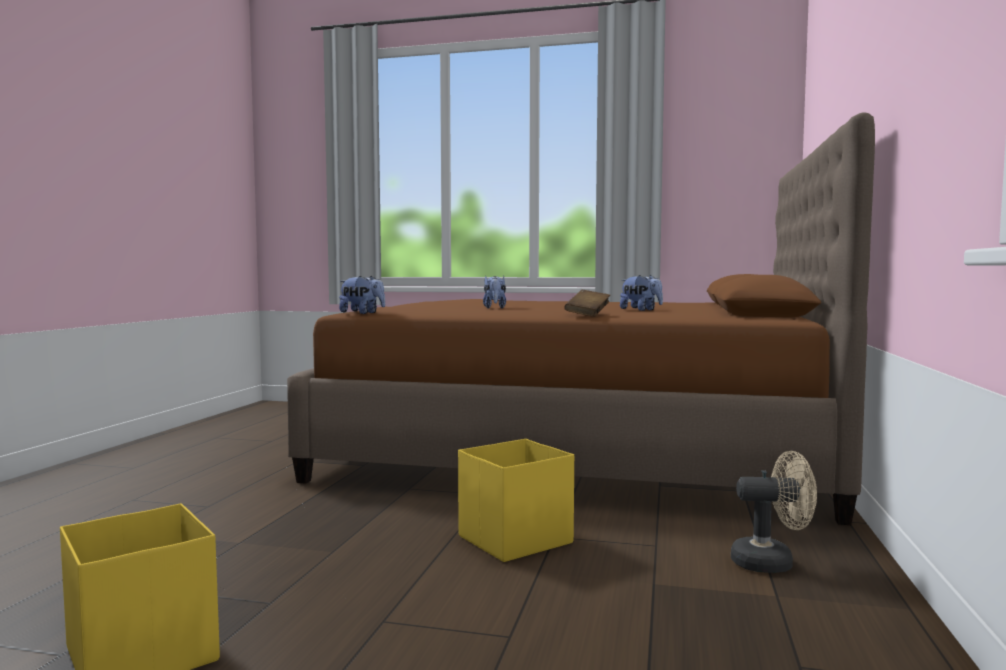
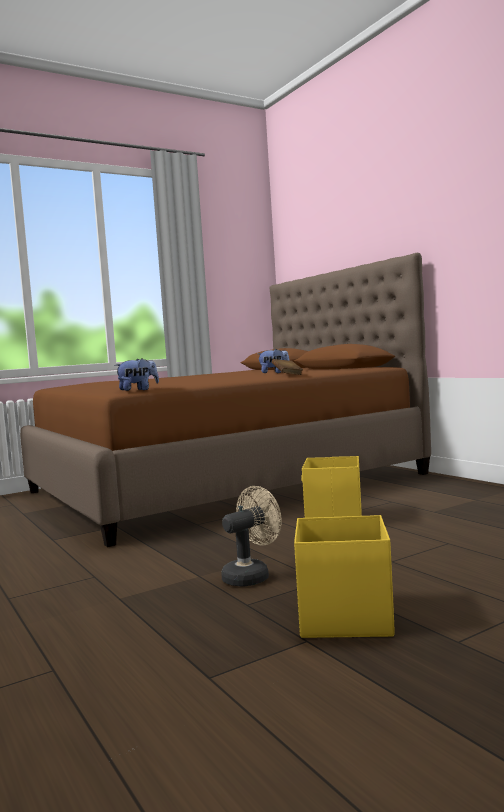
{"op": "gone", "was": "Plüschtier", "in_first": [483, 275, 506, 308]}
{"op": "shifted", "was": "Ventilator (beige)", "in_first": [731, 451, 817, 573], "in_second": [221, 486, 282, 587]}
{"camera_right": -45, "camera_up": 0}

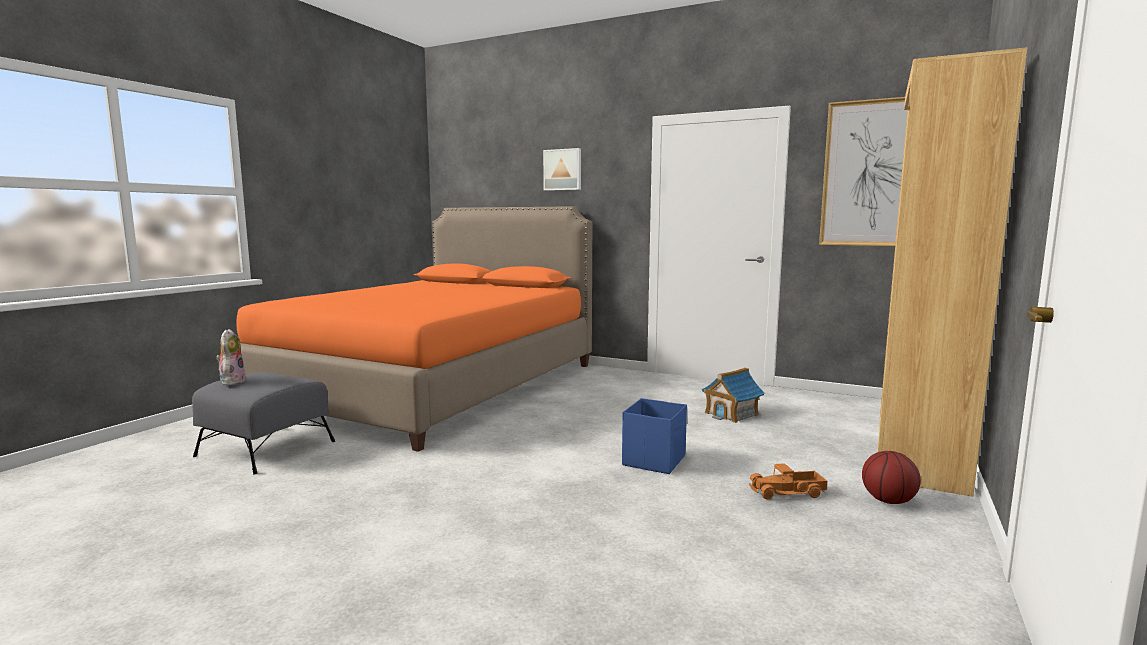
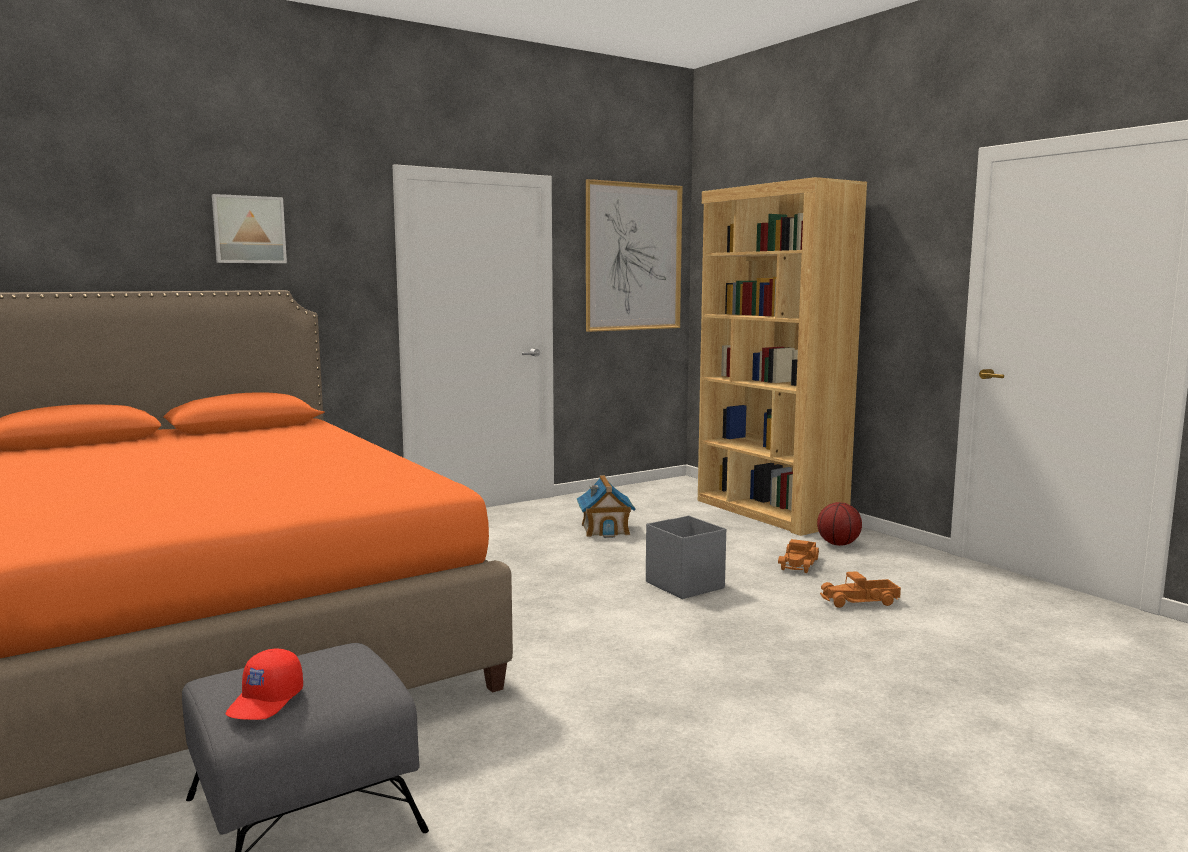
{"op": "swapped", "was": "Plüschtier", "now": "Kappe (rot)", "in_first": [216, 329, 246, 385], "in_second": [225, 649, 303, 720]}
{"op": "repainted", "was": "Aufbewahrungsbox (blau)", "now": "Aufbewahrungsbox (grau)", "in_first": [622, 398, 687, 474], "in_second": [646, 516, 726, 599]}
{"op": "new", "now": "Spielzeuglaster", "in_second": [820, 571, 901, 608]}
{"camera_right": -60, "camera_up": 0}

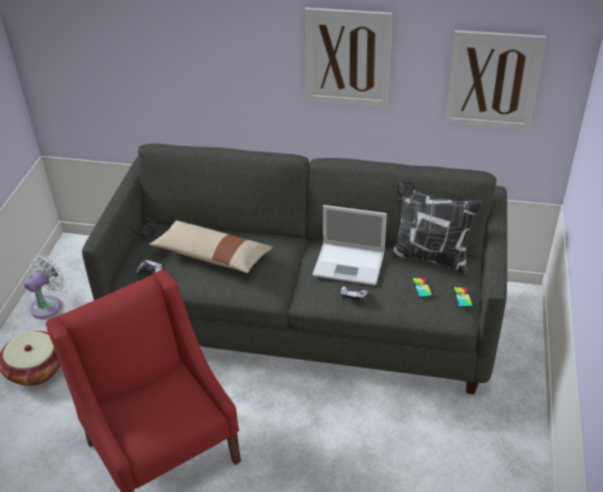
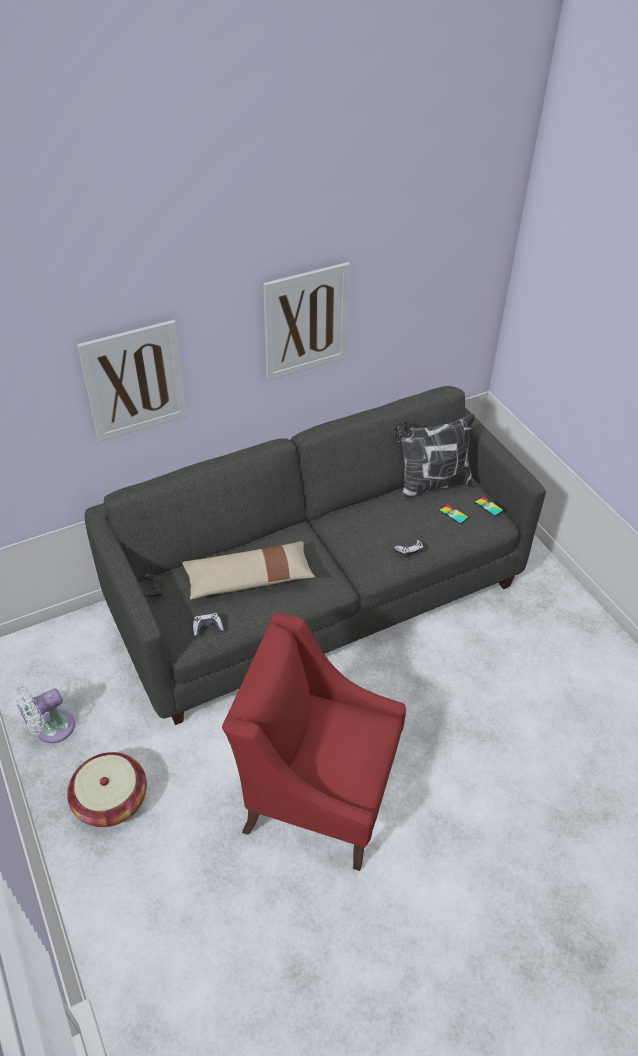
{"op": "rotated", "was": "Ventilator (weiß)", "in_first": [24, 255, 65, 319], "in_second": [13, 685, 75, 743], "clockwise": -120}
{"op": "gone", "was": "Laptop", "in_first": [312, 205, 387, 286]}
{"op": "shifted", "was": "Bild", "in_first": [445, 30, 546, 130], "in_second": [77, 320, 187, 442]}
{"camera_right": -40, "camera_up": 5}

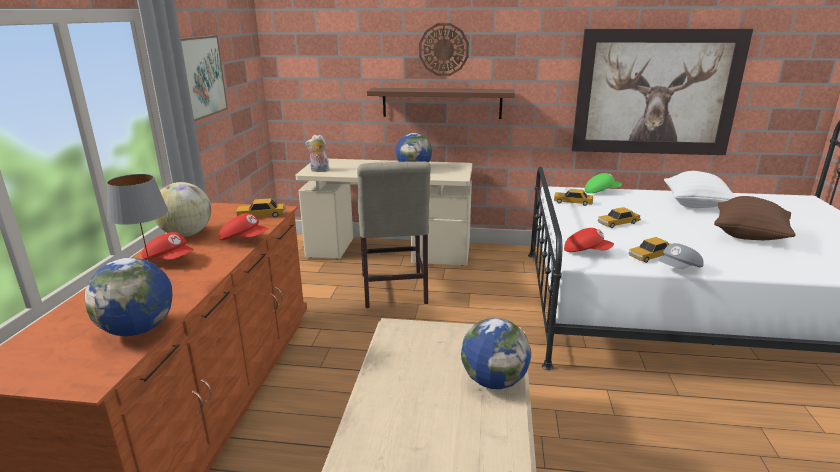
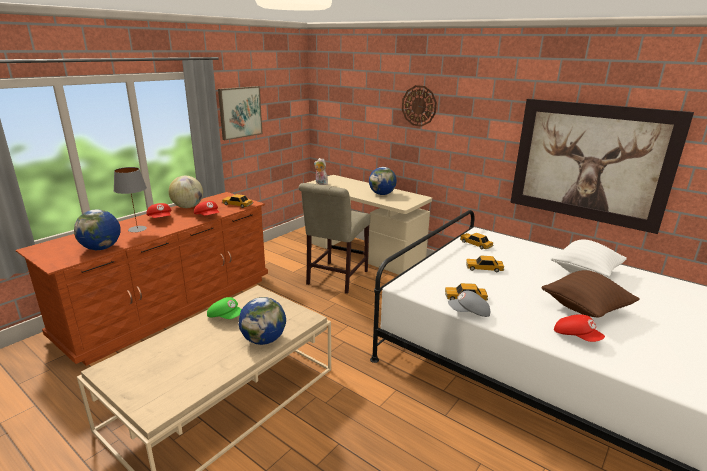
{"op": "gone", "was": "Wandregal (braun)", "in_first": [367, 88, 515, 119]}
{"op": "shifted", "was": "Kappe (rot)", "in_first": [564, 228, 614, 252], "in_second": [554, 314, 605, 342]}
{"op": "shifted", "was": "Kappe (grün)", "in_first": [585, 173, 622, 193], "in_second": [207, 297, 242, 319]}
{"camera_right": 30, "camera_up": 0}

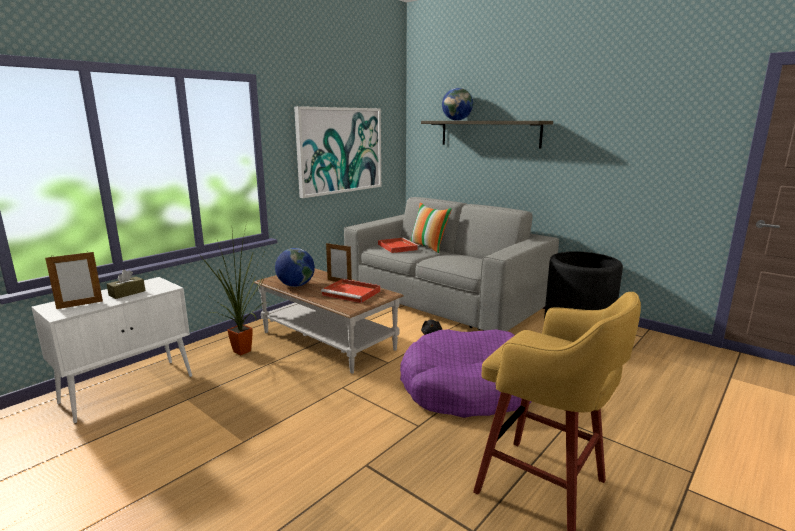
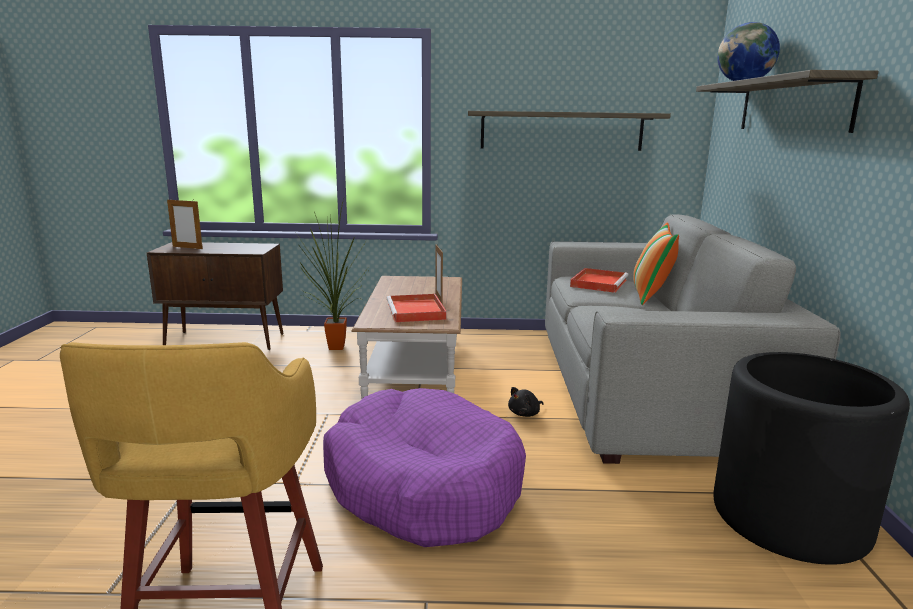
{"op": "repainted", "was": "Schrank (weiß)", "now": "Schrank (braun)", "in_first": [31, 277, 192, 424], "in_second": [147, 242, 284, 350]}
{"op": "gone", "was": "Taschentuchbox (braun)", "in_first": [107, 270, 145, 299]}
{"op": "gone", "was": "Globus", "in_first": [275, 248, 315, 287]}
{"op": "swapped", "was": "Bild", "now": "Wandregal", "in_first": [294, 106, 381, 198], "in_second": [468, 111, 671, 151]}
{"camera_right": 50, "camera_up": 0}

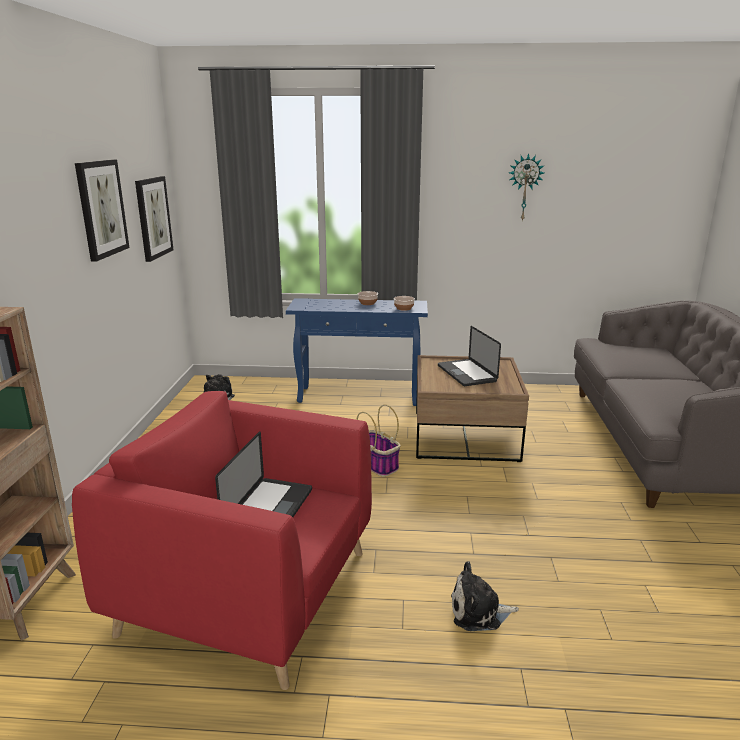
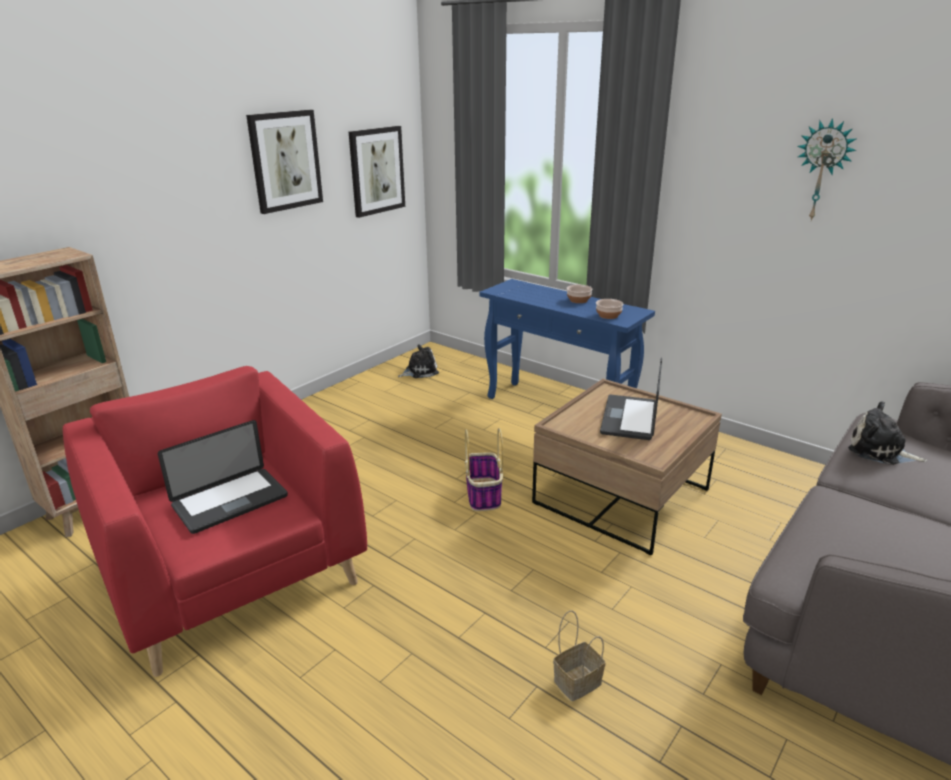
{"op": "shifted", "was": "Plüschtier", "in_first": [451, 561, 519, 631], "in_second": [848, 402, 927, 465]}
{"op": "new", "now": "Korb", "in_second": [553, 610, 606, 701]}
{"camera_right": 35, "camera_up": 5}

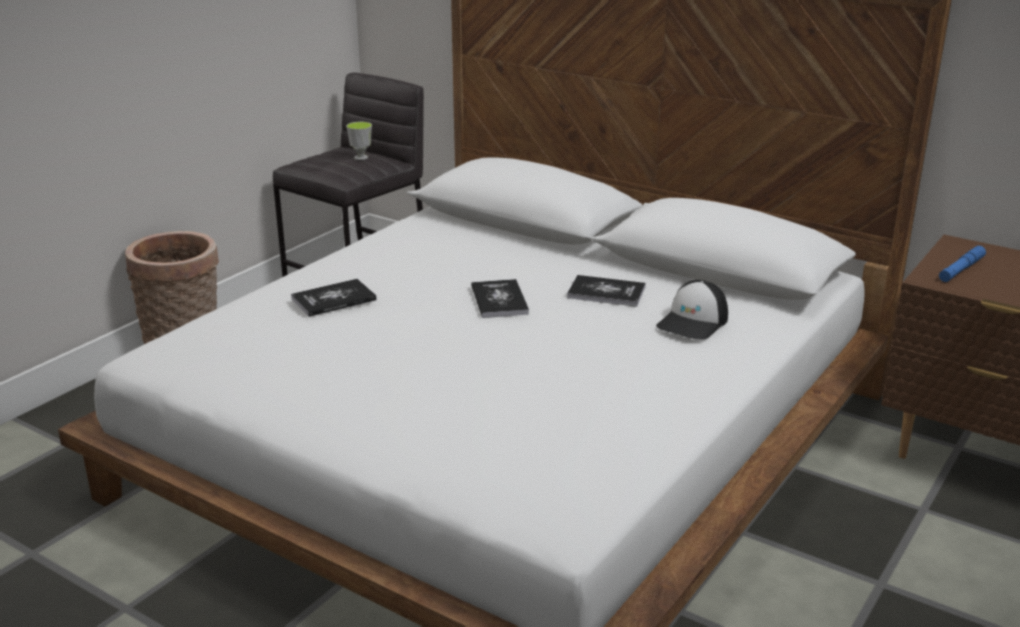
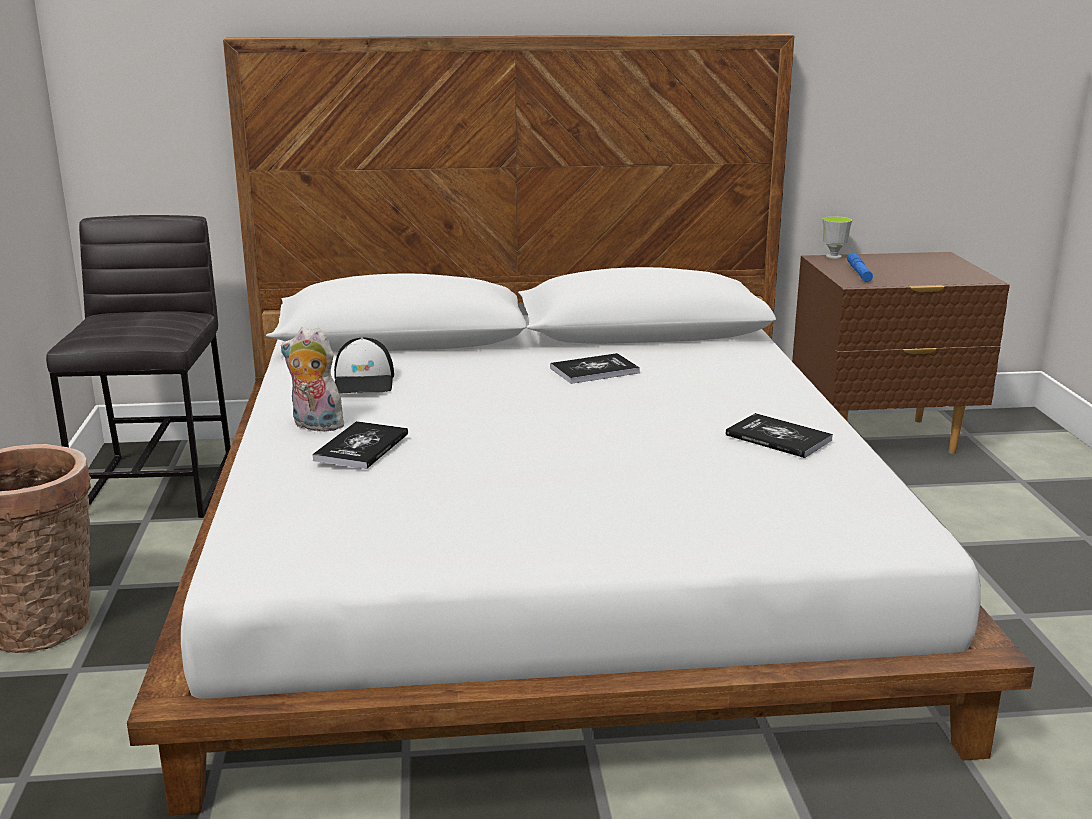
{"op": "shifted", "was": "Tasse", "in_first": [346, 122, 372, 160], "in_second": [822, 216, 852, 259]}
{"op": "shifted", "was": "Buch", "in_first": [471, 279, 529, 318], "in_second": [726, 413, 833, 458]}
{"op": "shifted", "was": "Kappe", "in_first": [656, 280, 728, 340], "in_second": [334, 338, 394, 393]}
{"op": "new", "now": "Plüschtier", "in_second": [281, 327, 347, 432]}
{"camera_right": -40, "camera_up": -5}

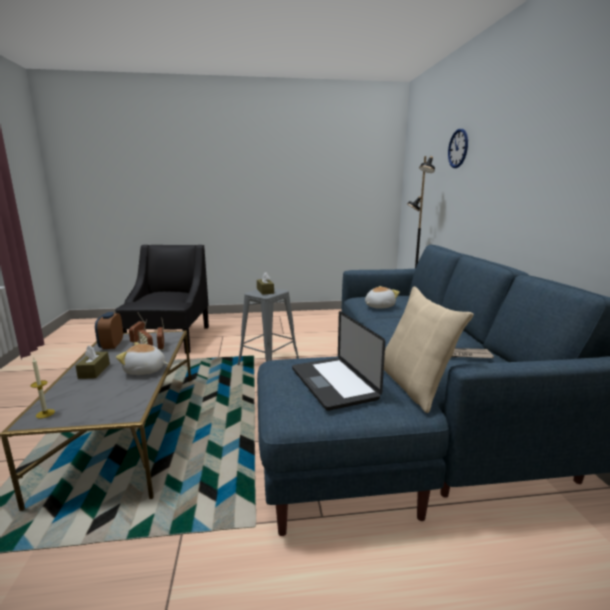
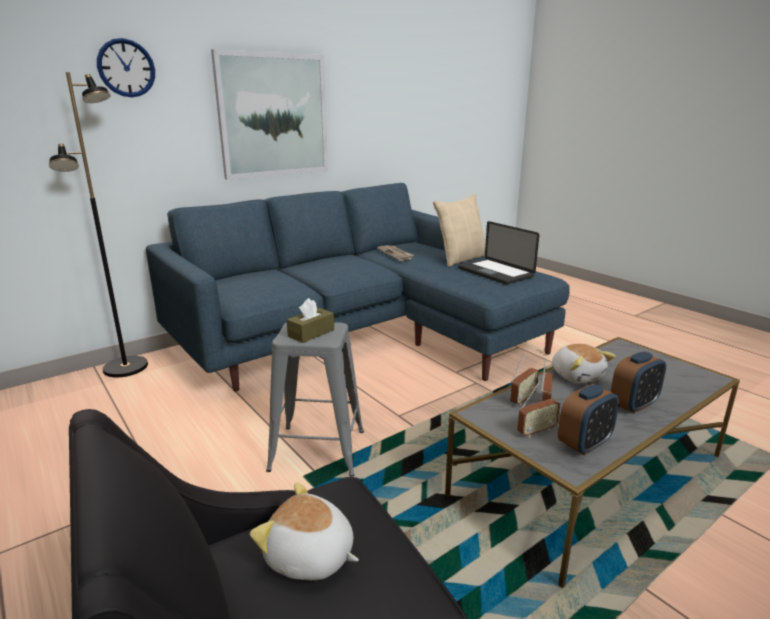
{"op": "gone", "was": "Kerze", "in_first": [31, 357, 55, 419]}
{"op": "swapped", "was": "Taschentuchbox (braun)", "now": "Wecker", "in_first": [76, 345, 110, 379], "in_second": [611, 351, 666, 413]}
{"op": "rotated", "was": "Laptop", "in_first": [292, 311, 385, 411], "in_second": [458, 221, 539, 284], "clockwise": 105}
{"op": "shifted", "was": "Plüschtier", "in_first": [365, 286, 400, 309], "in_second": [250, 482, 359, 580]}
{"op": "new", "now": "Bild", "in_second": [211, 49, 328, 180]}
{"camera_right": -120, "camera_up": 5}

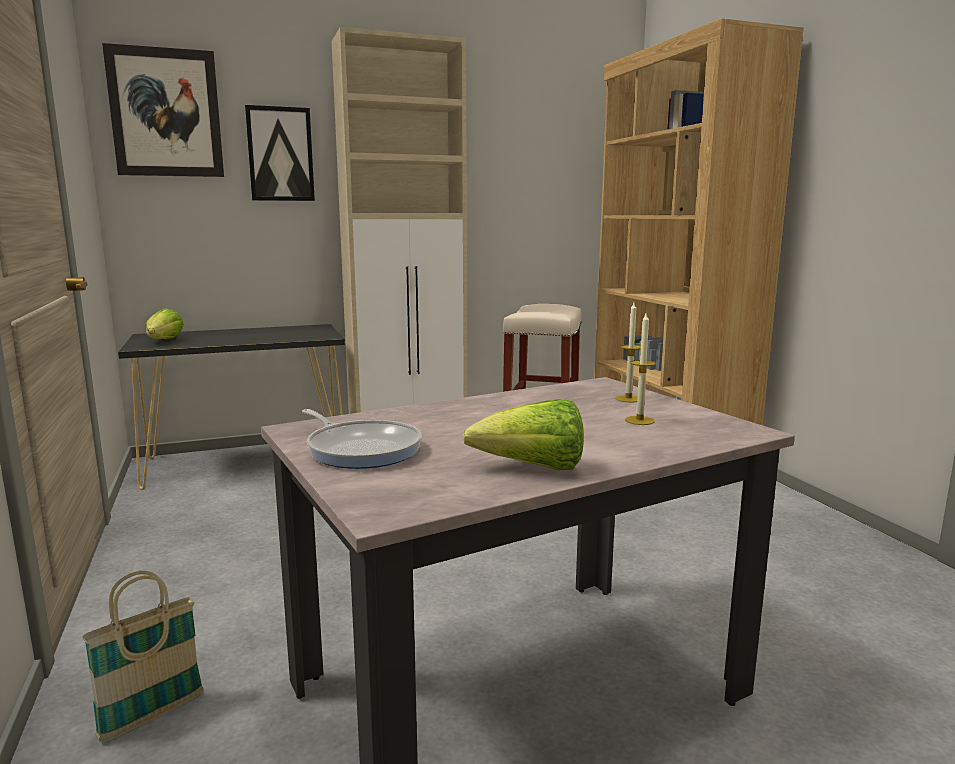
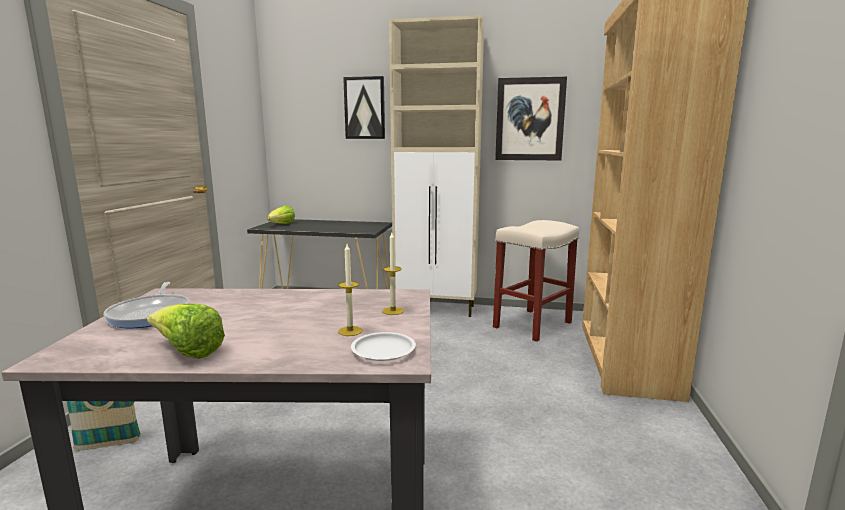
{"op": "shifted", "was": "Bild", "in_first": [102, 43, 224, 177], "in_second": [495, 77, 567, 160]}
{"op": "new", "now": "Teller (weiß)", "in_second": [351, 332, 416, 361]}
{"camera_right": 30, "camera_up": 0}

